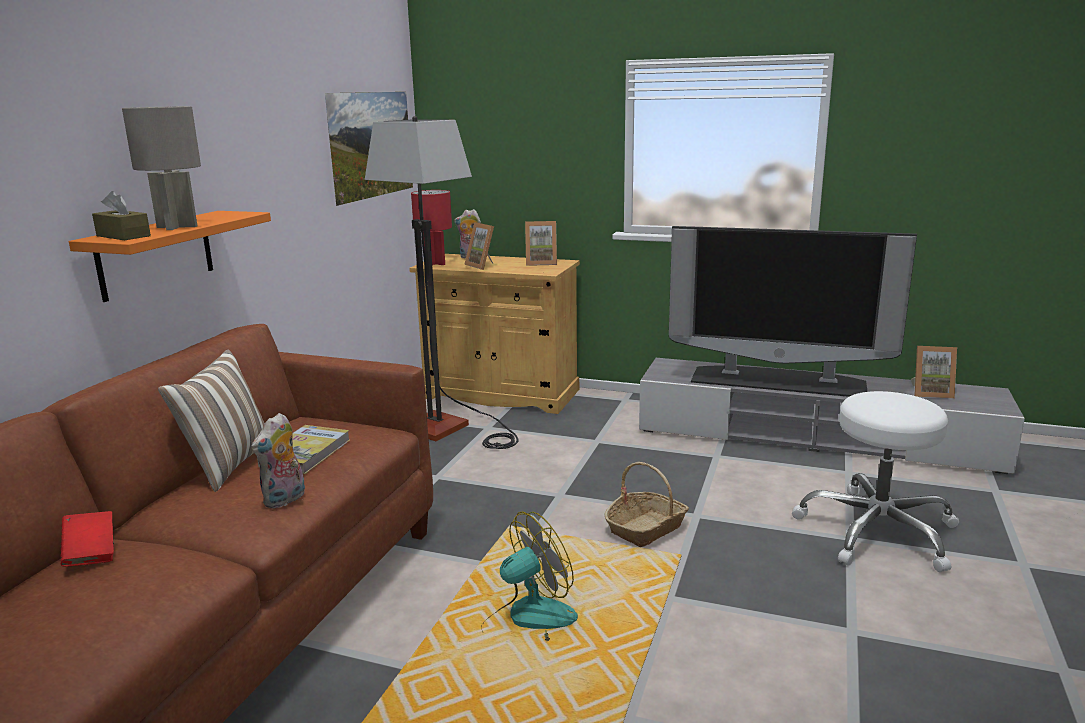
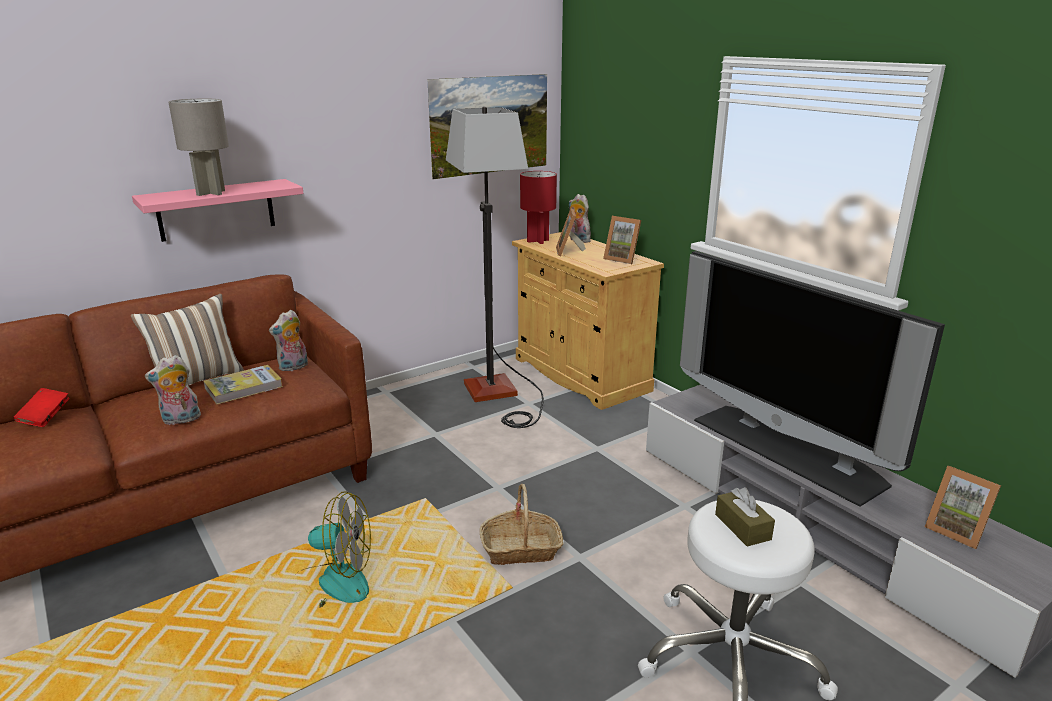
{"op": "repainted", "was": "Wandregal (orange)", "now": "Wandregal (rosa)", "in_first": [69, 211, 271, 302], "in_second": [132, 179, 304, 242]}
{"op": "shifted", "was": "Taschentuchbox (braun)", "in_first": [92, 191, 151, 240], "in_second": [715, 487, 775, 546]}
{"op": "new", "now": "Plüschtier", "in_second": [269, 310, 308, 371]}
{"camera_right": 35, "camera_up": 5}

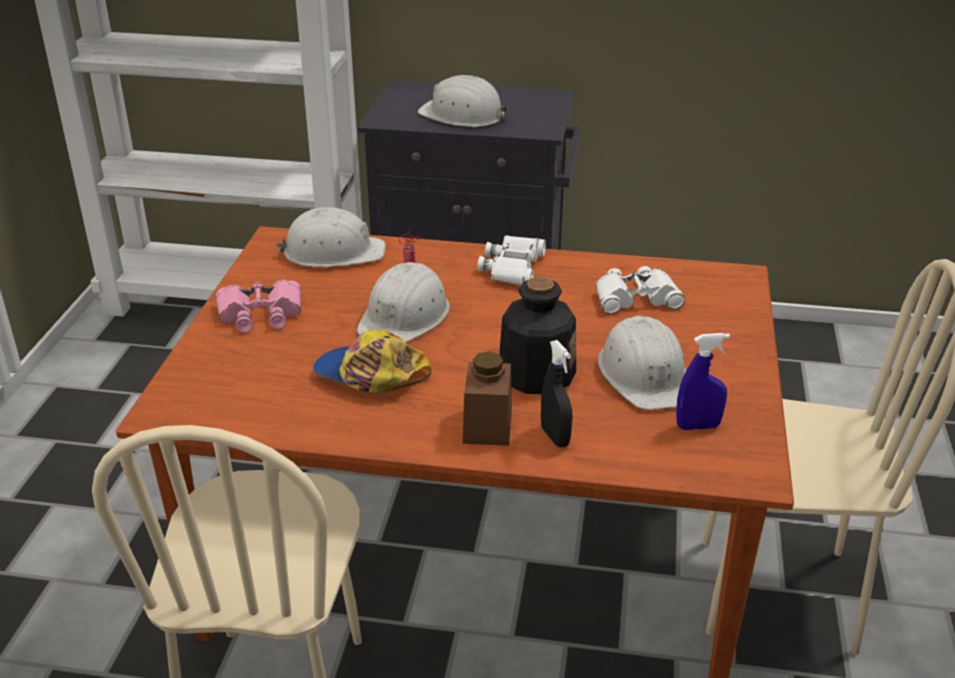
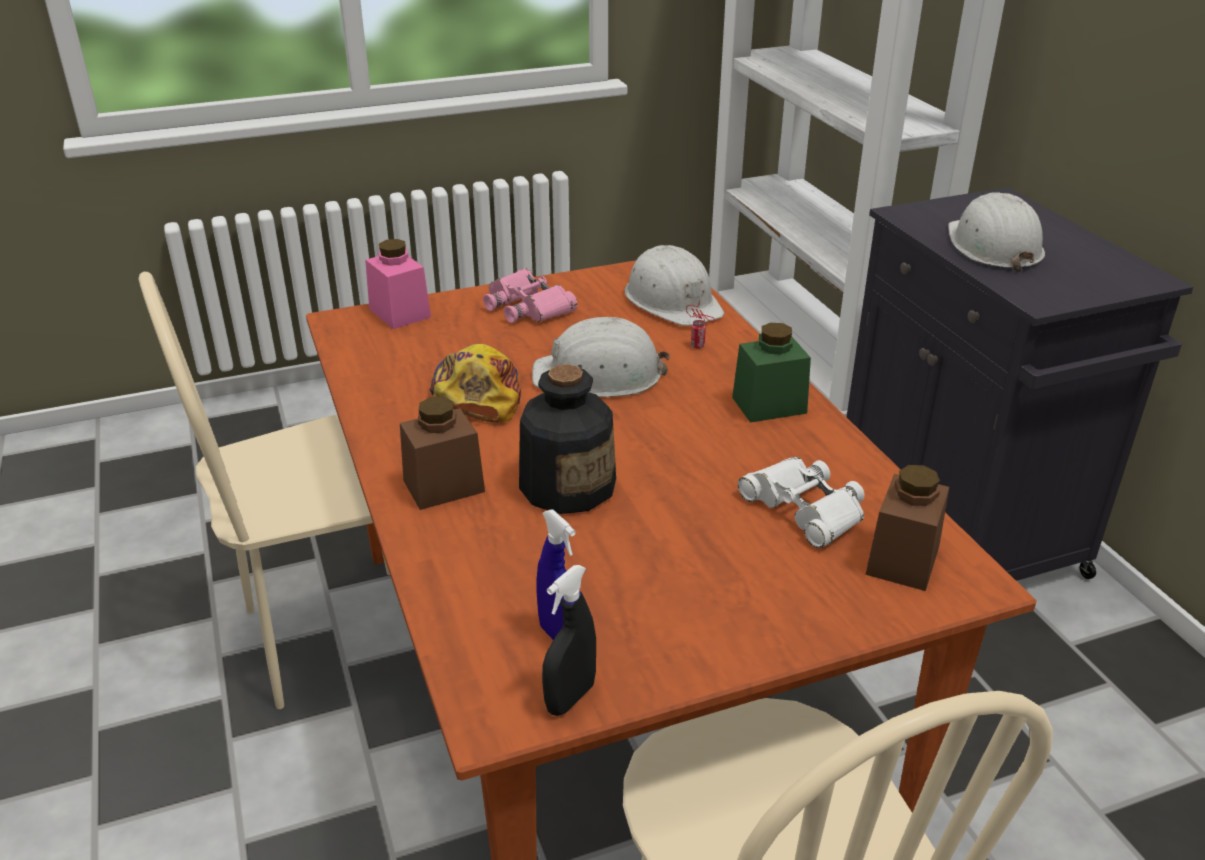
{"op": "swapped", "was": "Fernglas (weiß)", "now": "Vorratsglas (grün)", "in_first": [477, 235, 546, 285], "in_second": [732, 323, 811, 423]}
{"op": "shifted", "was": "Sprühflasche (schwarz)", "in_first": [541, 340, 573, 447], "in_second": [542, 565, 596, 716]}
{"op": "gone", "was": "Schutzhelm (weiß)", "in_first": [598, 316, 686, 410]}
{"op": "new", "now": "Vorratsglas (rosa)", "in_second": [365, 239, 431, 329]}
{"op": "new", "now": "Vorratsglas (braun)", "in_second": [865, 465, 949, 591]}
{"camera_right": 60, "camera_up": 0}

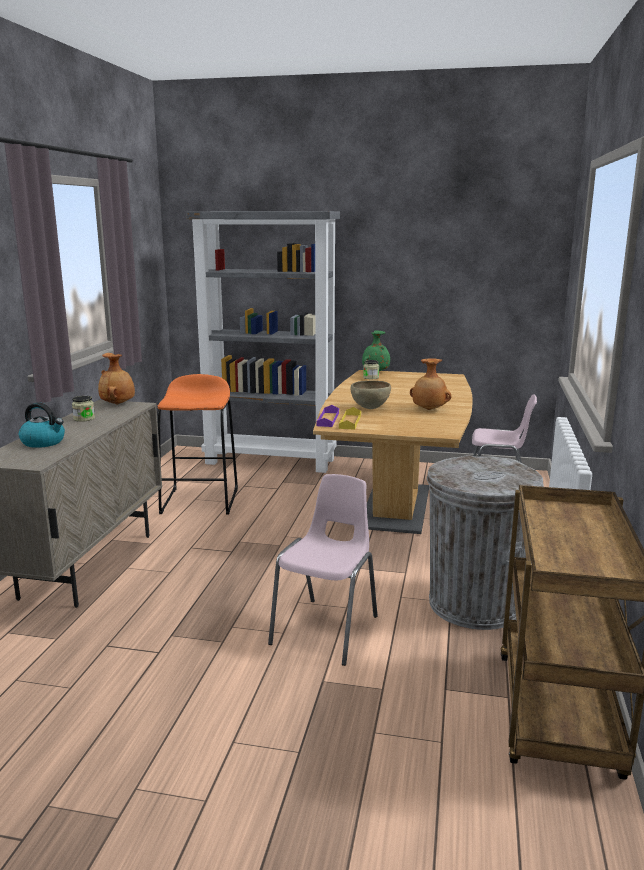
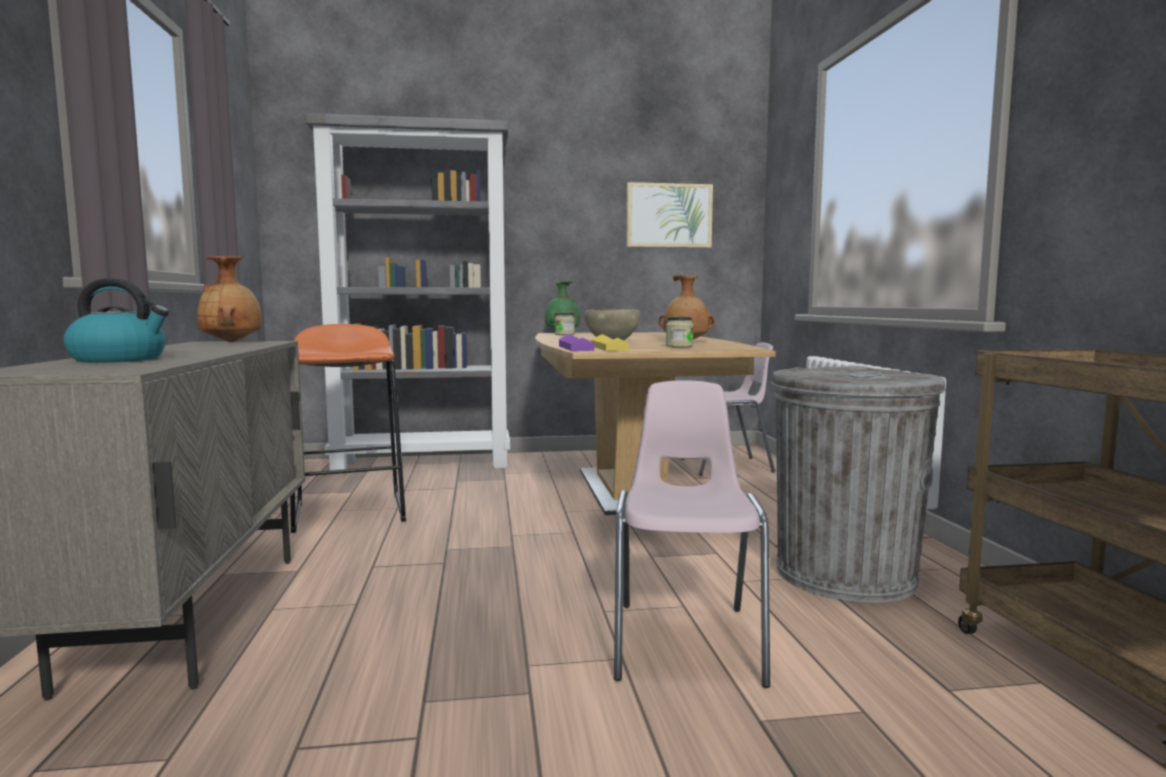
{"op": "shifted", "was": "Vorratsglas", "in_first": [72, 396, 95, 422], "in_second": [666, 317, 694, 347]}
{"op": "new", "now": "Bild", "in_second": [626, 182, 713, 248]}
{"camera_right": -20, "camera_up": -10}

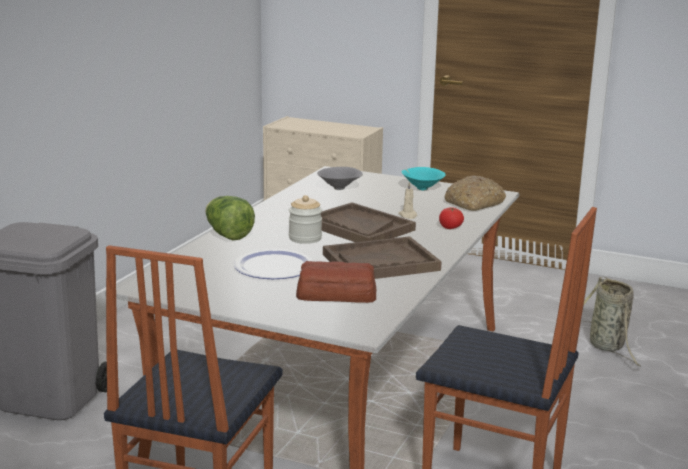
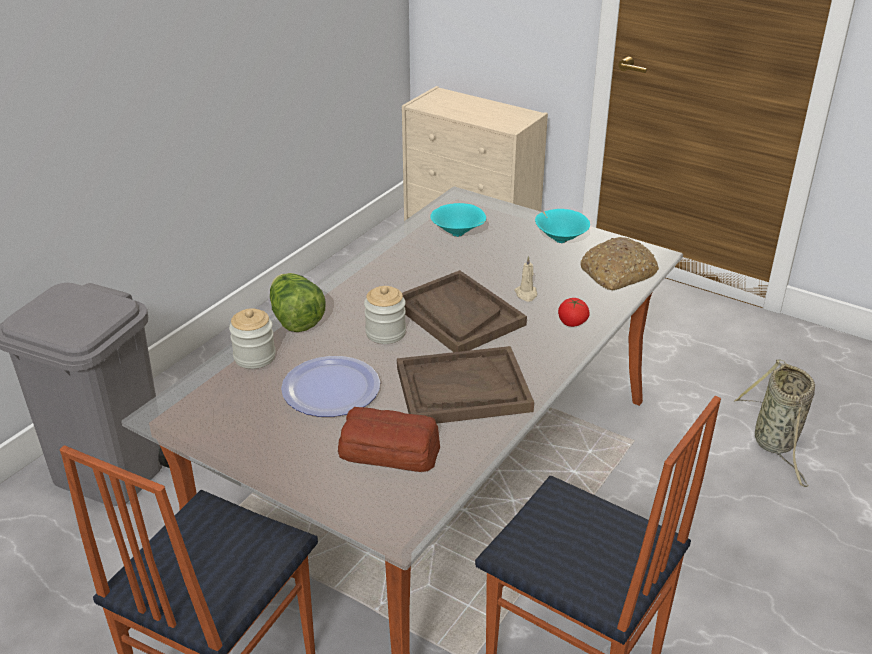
{"op": "repainted", "was": "Schüssel (grau)", "now": "Schüssel (türkis)", "in_first": [317, 167, 363, 190], "in_second": [430, 203, 486, 237]}
{"op": "new", "now": "Vorratsglas", "in_second": [229, 308, 276, 369]}
{"camera_right": 10, "camera_up": 15}

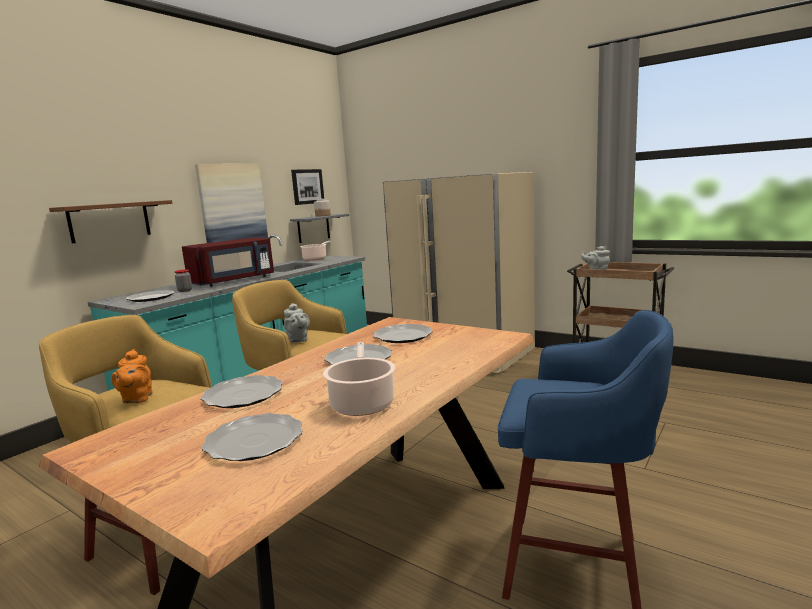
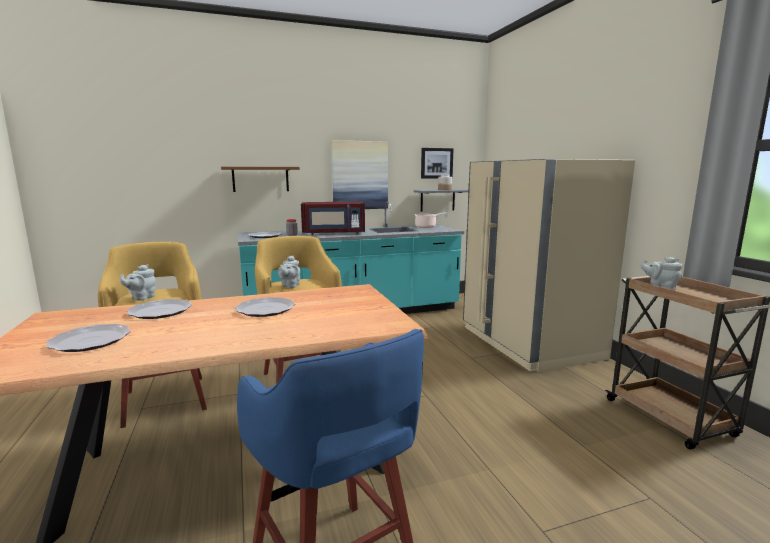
{"op": "repainted", "was": "Teekanne (orange)", "now": "Teekanne (grau)", "in_first": [111, 349, 153, 403], "in_second": [120, 264, 156, 301]}
{"op": "gone", "was": "Kochtopf", "in_first": [323, 342, 395, 416]}
{"op": "gone", "was": "Teller", "in_first": [374, 324, 433, 343]}
{"camera_right": 35, "camera_up": 0}

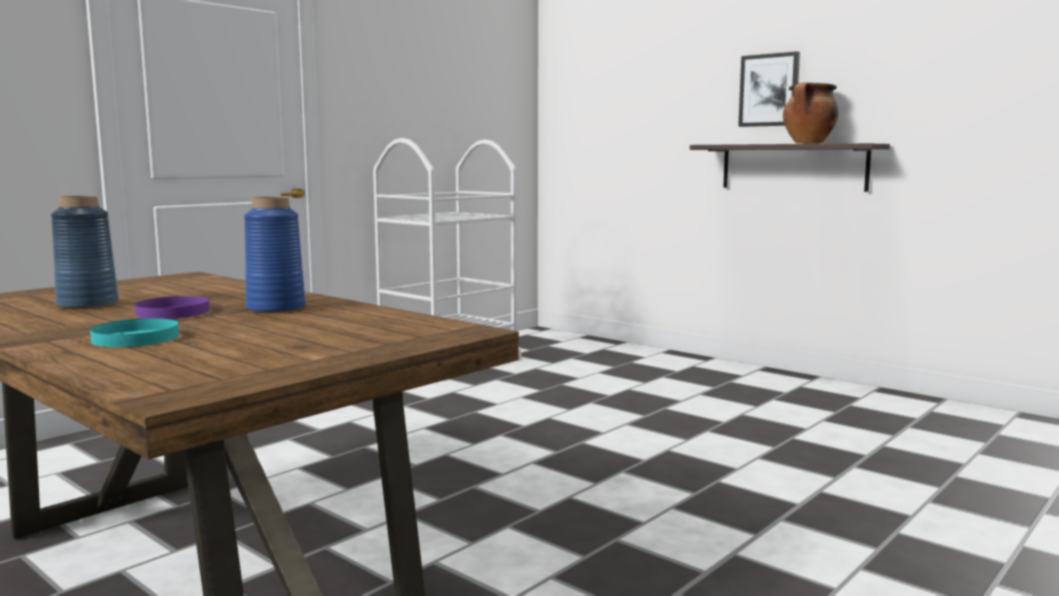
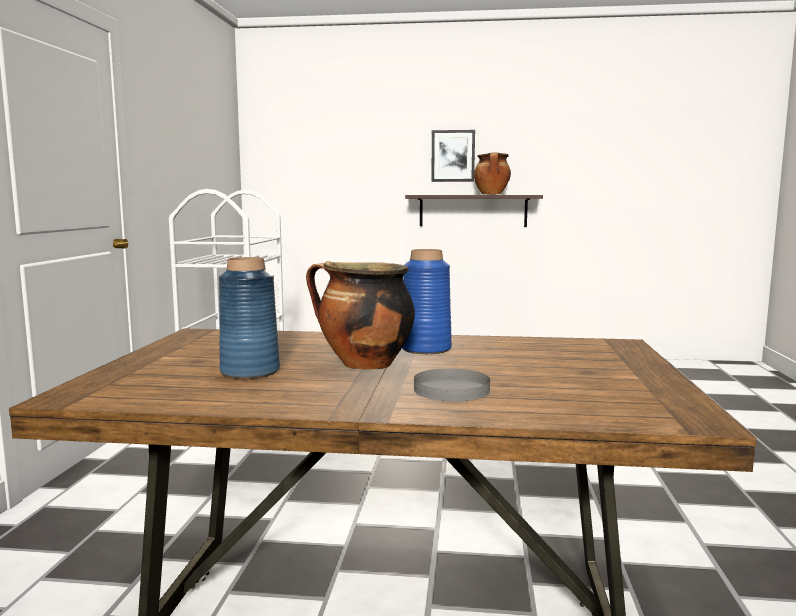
{"op": "repainted", "was": "Teller (türkis)", "now": "Teller (grau)", "in_first": [90, 318, 179, 347], "in_second": [414, 368, 490, 401]}
{"op": "swapped", "was": "Teller (lila)", "now": "Kochtopf", "in_first": [135, 296, 210, 319], "in_second": [306, 261, 415, 370]}
{"camera_right": -35, "camera_up": 0}

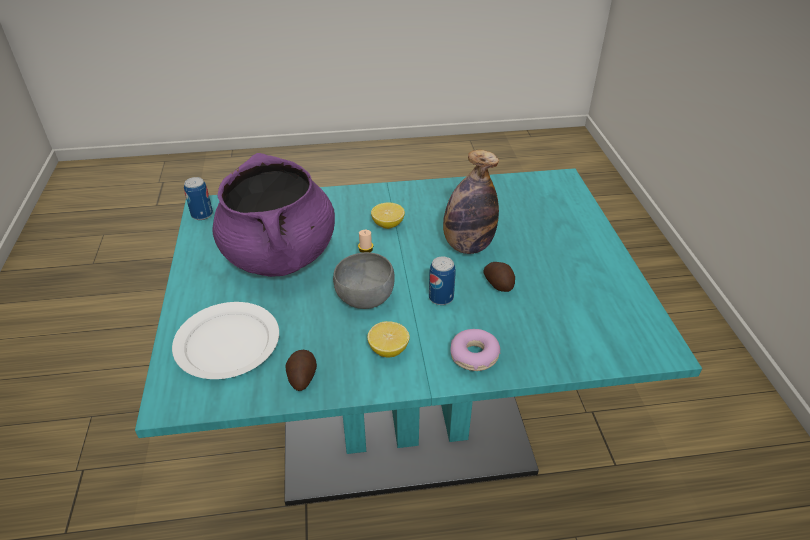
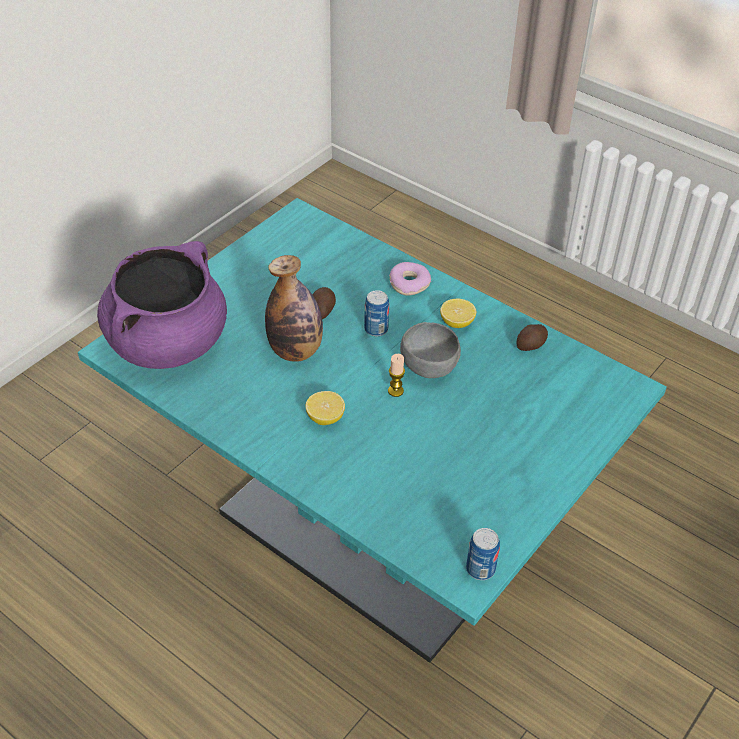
{"op": "gone", "was": "Teller (weiß)", "in_first": [172, 302, 279, 379]}
{"op": "shifted", "was": "Kochtopf (lila)", "in_first": [212, 153, 335, 277], "in_second": [97, 241, 227, 369]}
{"camera_right": -135, "camera_up": 5}

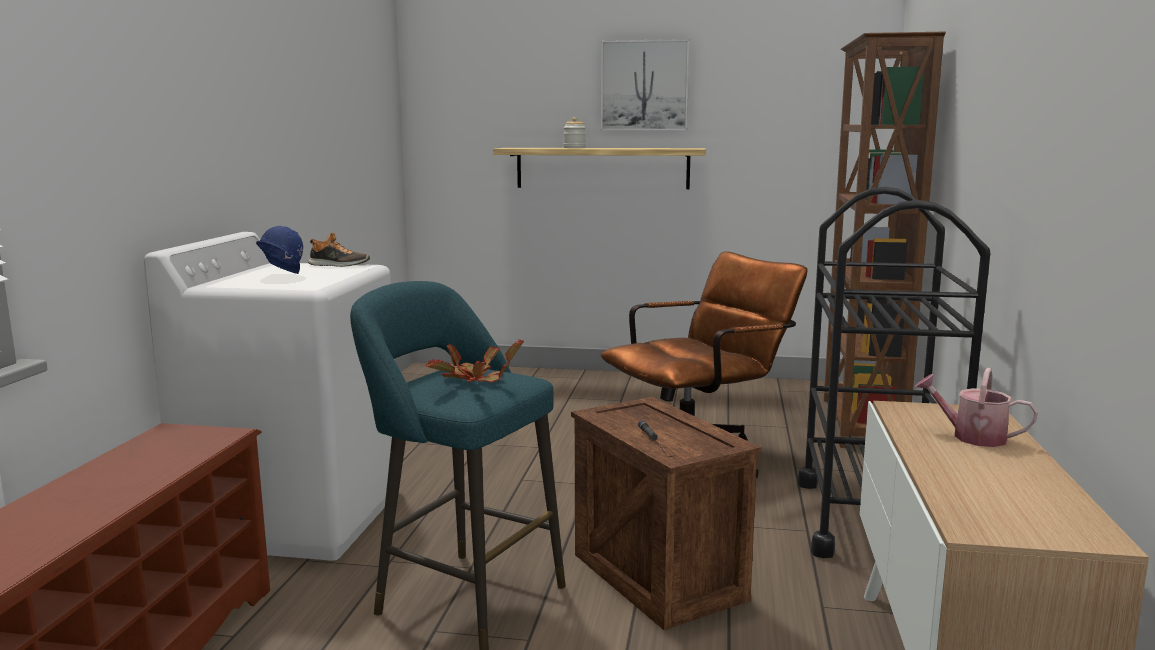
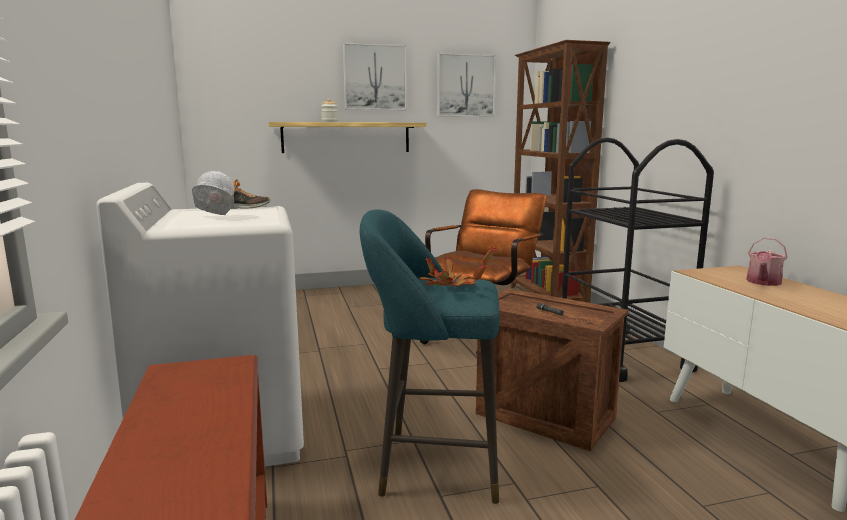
{"op": "repainted", "was": "Schutzhelm (blau)", "now": "Schutzhelm (weiß)", "in_first": [256, 226, 303, 274], "in_second": [192, 171, 235, 215]}
{"op": "rotated", "was": "Gießkanne", "in_first": [915, 368, 1038, 447], "in_second": [746, 237, 787, 286], "clockwise": -60}
{"op": "new", "now": "Bild", "in_second": [437, 53, 496, 117]}
{"camera_right": -25, "camera_up": 0}

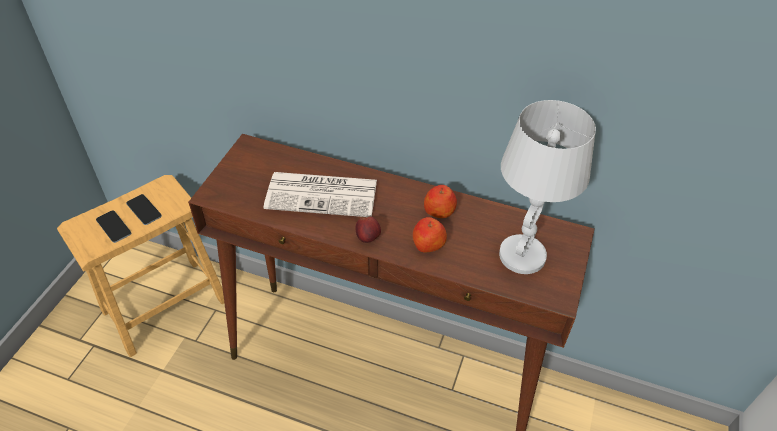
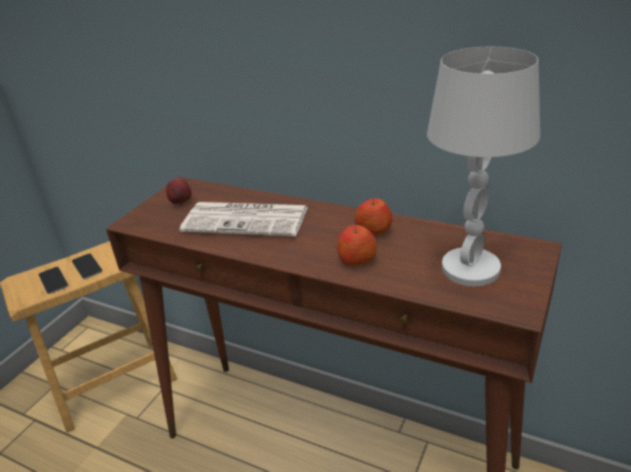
{"op": "shifted", "was": "Apfel", "in_first": [356, 217, 381, 243], "in_second": [166, 178, 192, 205]}
{"camera_right": 10, "camera_up": -15}

